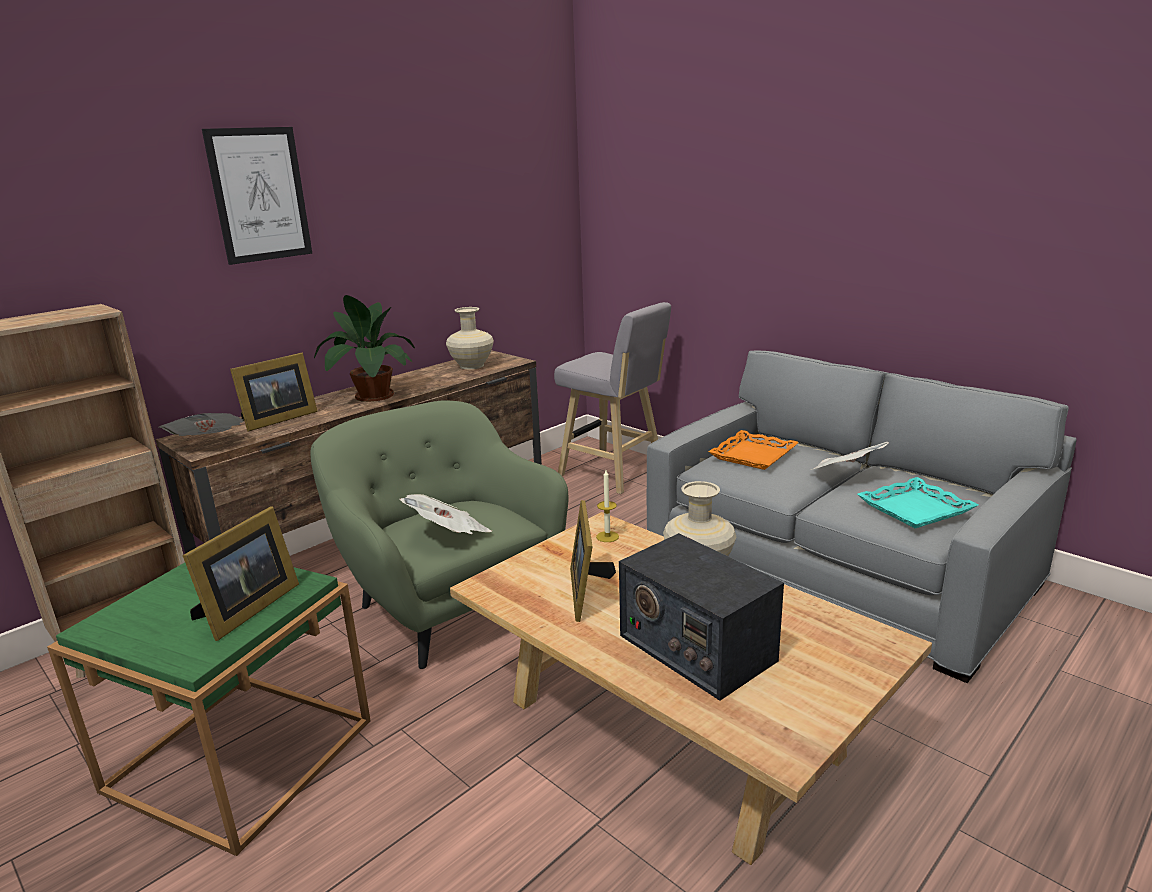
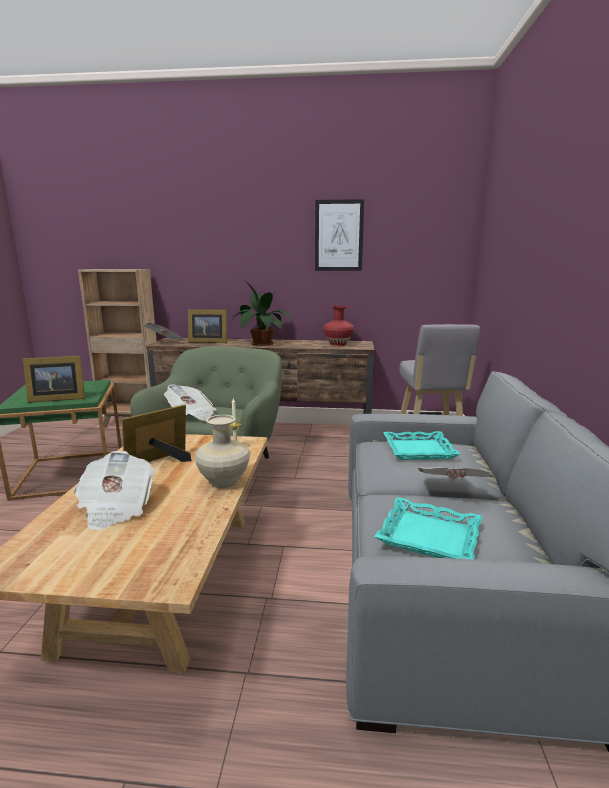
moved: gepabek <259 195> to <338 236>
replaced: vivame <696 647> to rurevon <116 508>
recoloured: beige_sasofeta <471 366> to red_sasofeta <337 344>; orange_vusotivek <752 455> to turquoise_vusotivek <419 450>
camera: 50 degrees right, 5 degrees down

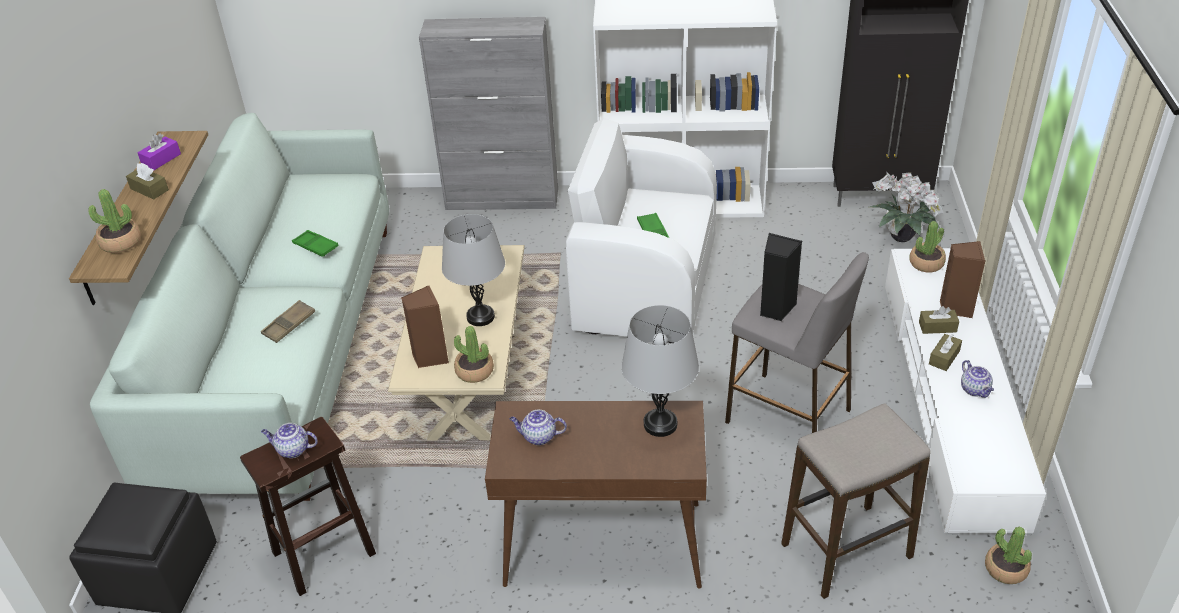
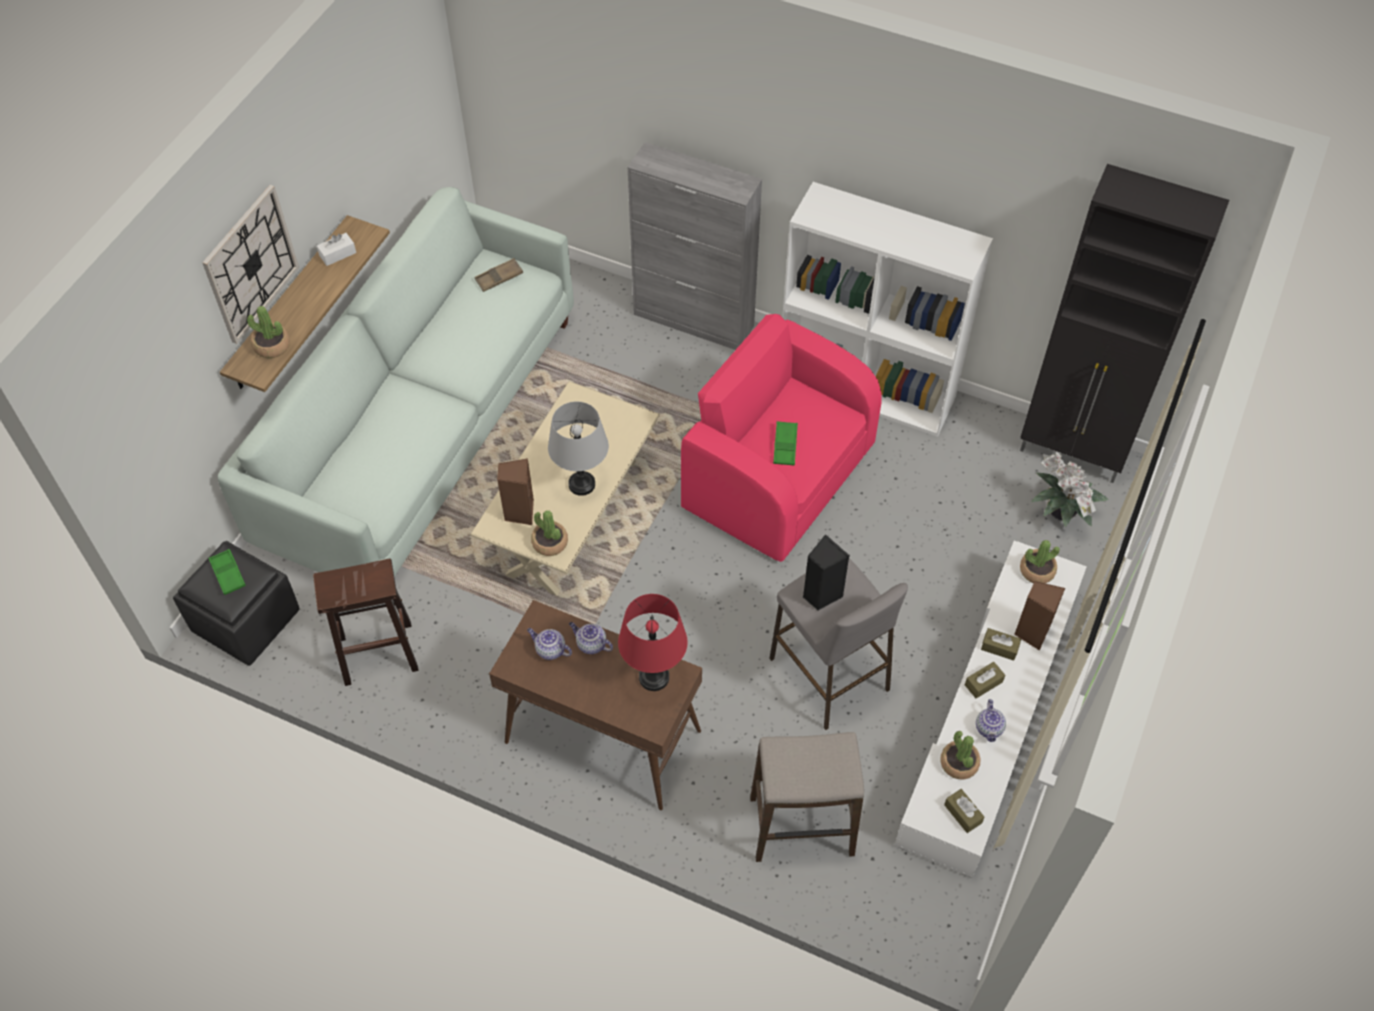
added: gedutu <250 264>
moved: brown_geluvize <149 189> to <963 814>; brown_vusotivek <289 325> to <499 277>; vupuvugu <292 450> to <590 644>; green_vusotivek <315 246> to <228 574>; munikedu <1005 569> to <959 763>
recoloured: purple_geluvize <161 159> to white_geluvize <337 254>; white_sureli <644 283> to pink_sureli <778 475>; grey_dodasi <660 424> to red_dodasi <654 677>
camera: 20 degrees right, 15 degrees up

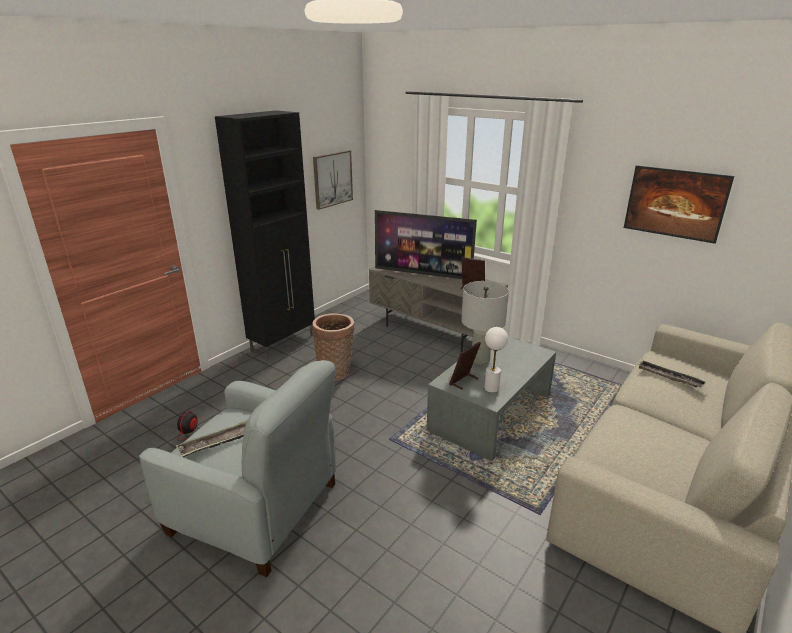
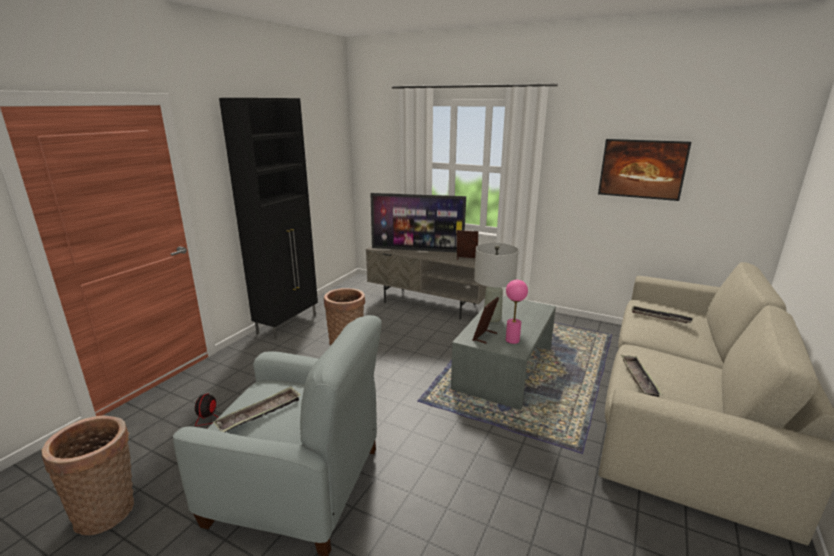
removed: gepabek <332 179>
added: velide <109 510>; vusotivek <639 378>
recoloured: white_dodasi <491 388> to pink_dodasi <512 340>
camera: 10 degrees left, 5 degrees down

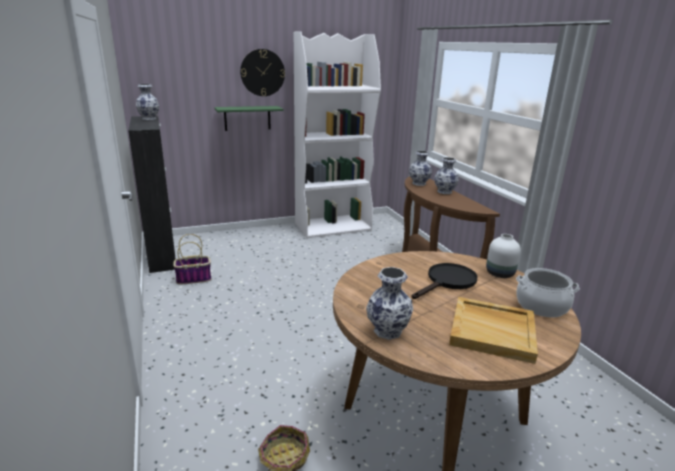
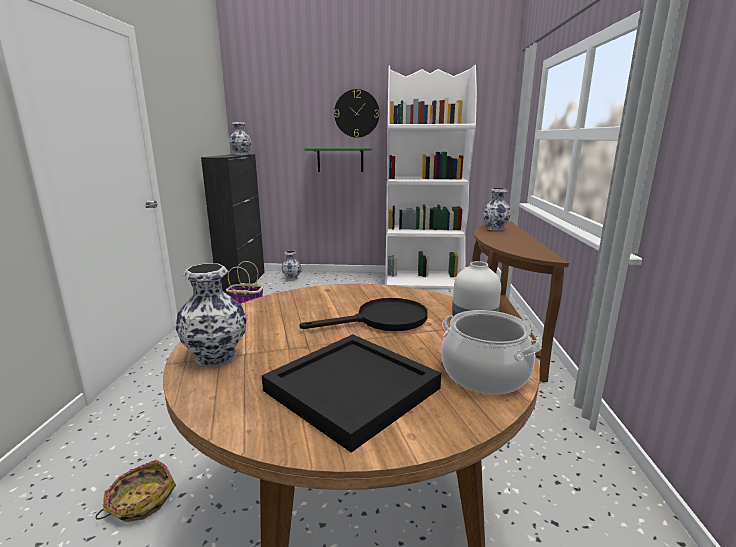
moved: sasofeta <444 192> to <291 278>
recoloured: beige_vusotivek <493 331> to black_vusotivek <354 389>
camera: 25 degrees right, 5 degrees down

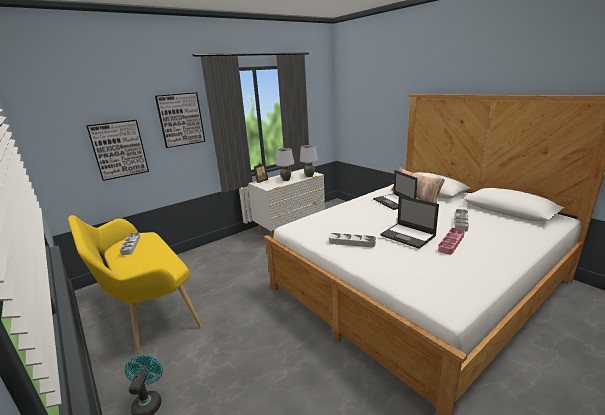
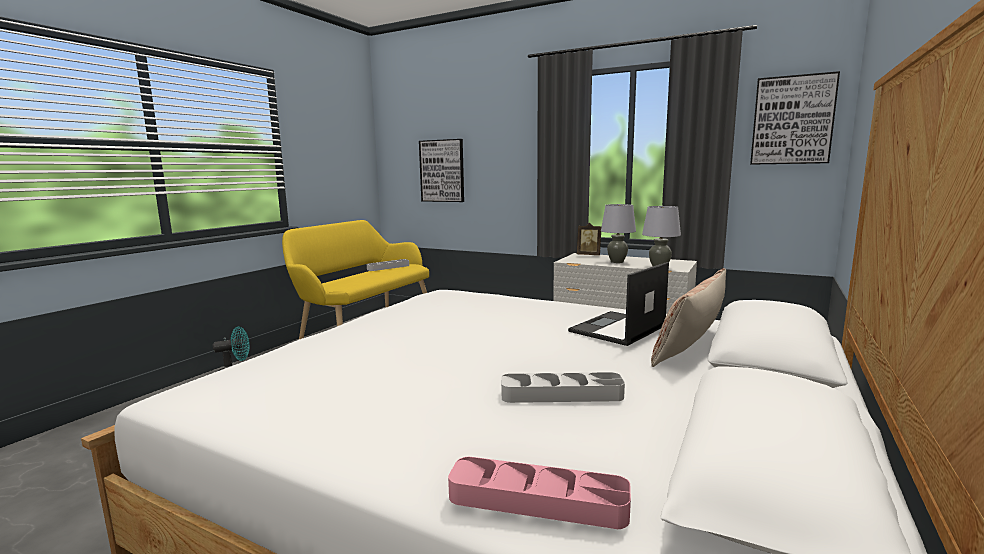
removed: grey_vusotivek <352 242>; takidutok <408 236>
moved: gepabek <180 119> to <792 120>; pink_vusotivek <451 243> to <537 500>
camera: 65 degrees right, 10 degrees down

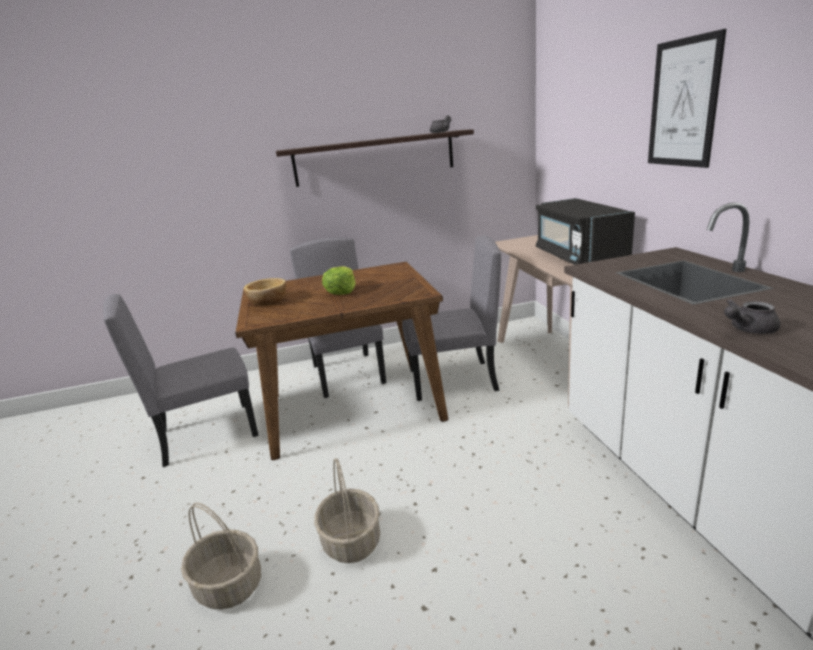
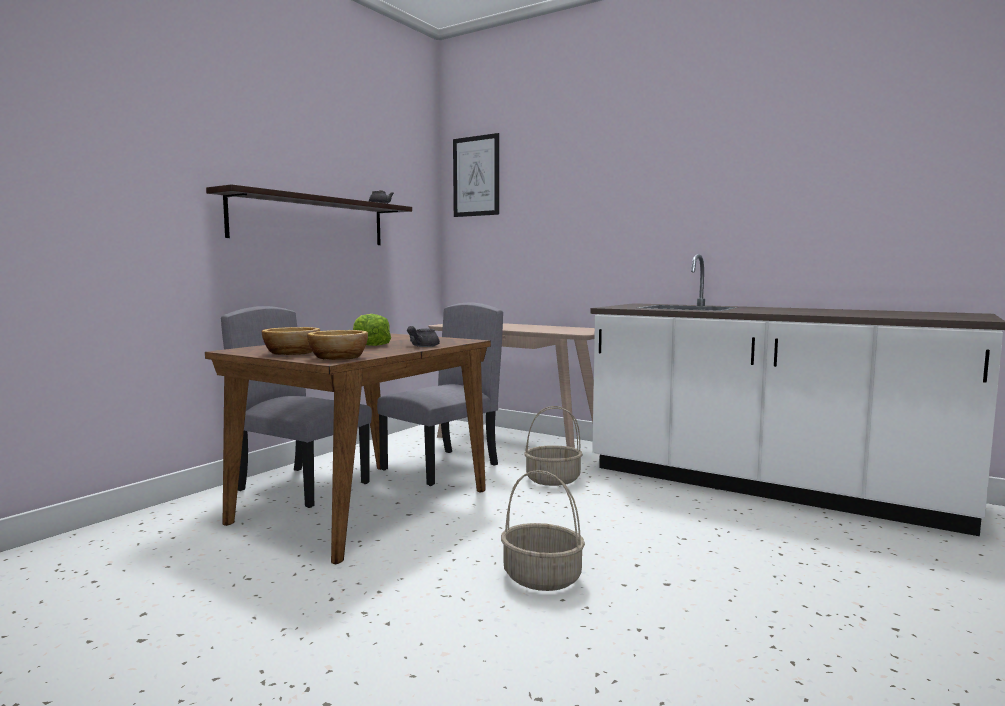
removed: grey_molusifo <208 433>; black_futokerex <579 258>
added: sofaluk <340 357>
moved: velide <229 585> to <553 480>; gepabek <683 103> to <476 176>; grey_vupuvugu <747 329> to <422 346>
camera: 45 degrees left, 15 degrees down

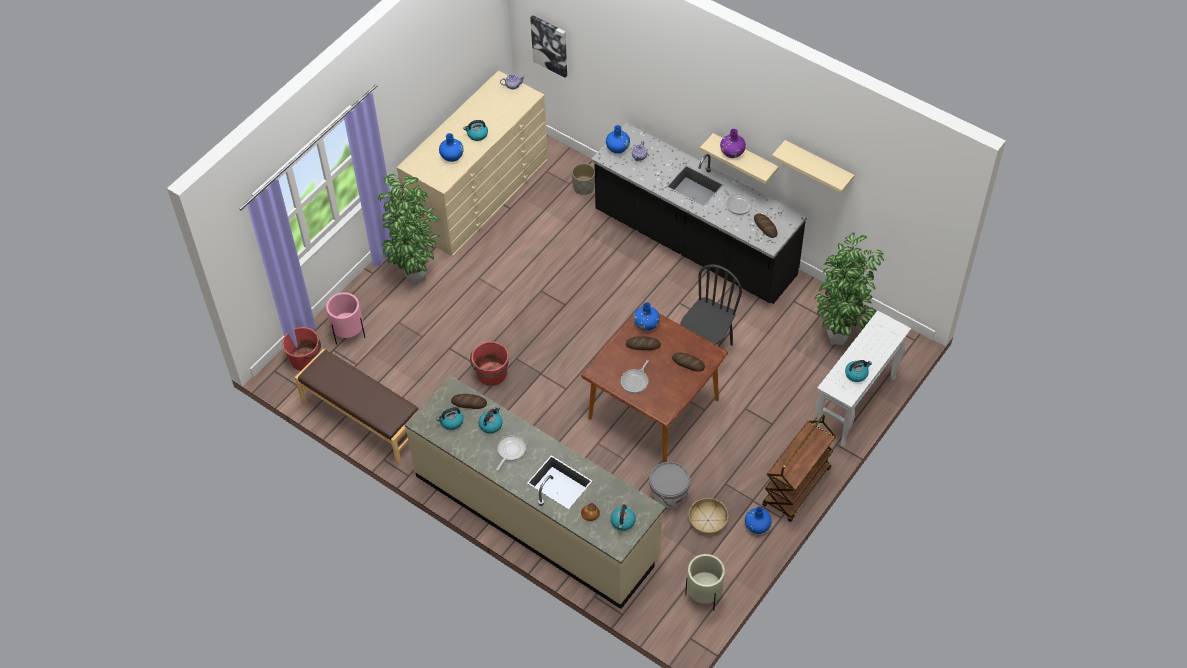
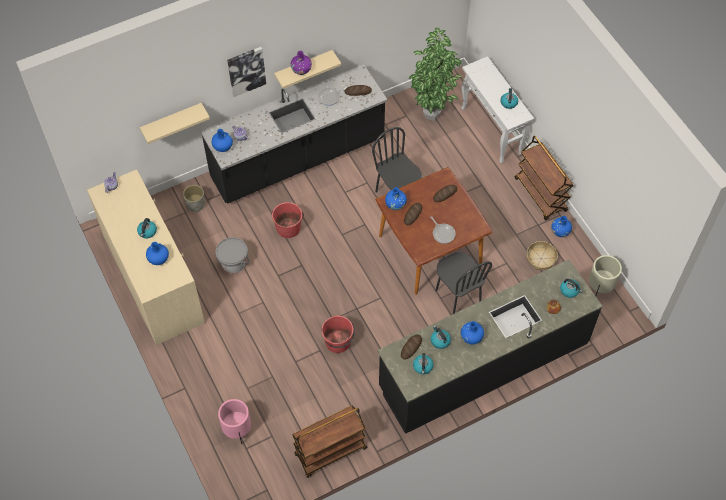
removed: munikedu <415 276>
added: black_molusifo <457 296>
moved: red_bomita <306 359> to <288 227>; gepabek <550 45> to <246 71>; grey_bomita <669 494> to <233 263>; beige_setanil <818 165> to <172 121>
replaced: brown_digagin <363 420> to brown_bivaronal <330 452>; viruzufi <510 451> to blue_sasofeta <471 337>
recoloured: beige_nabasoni <537 516> to black_nabasoni <483 364>
camera: 65 degrees left, 5 degrees up

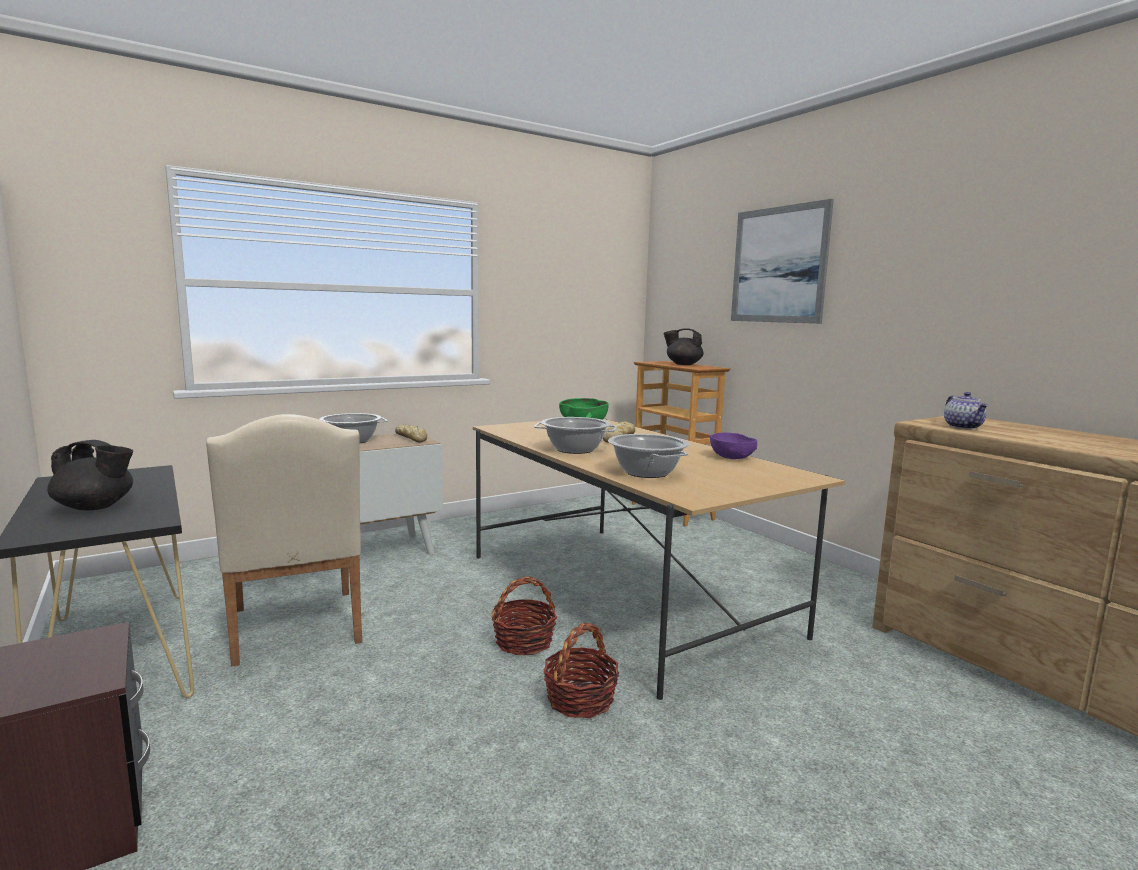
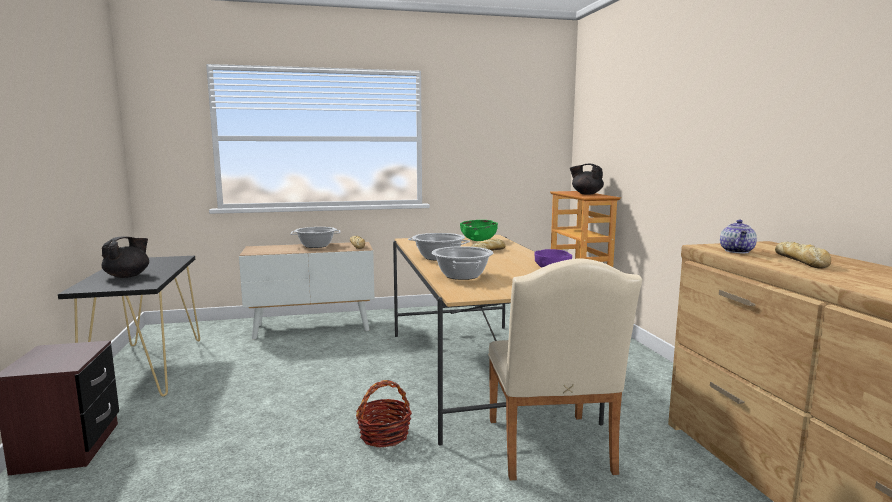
removed: velide <524 642>; gepabek <778 265>
added: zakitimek <801 261>
moved: beige_molusifo <296 630> to <550 450>
turned: black_vupuvugu <96 507> = <128 276> 90 degrees counterclockwise
camera: 20 degrees right, 0 degrees up

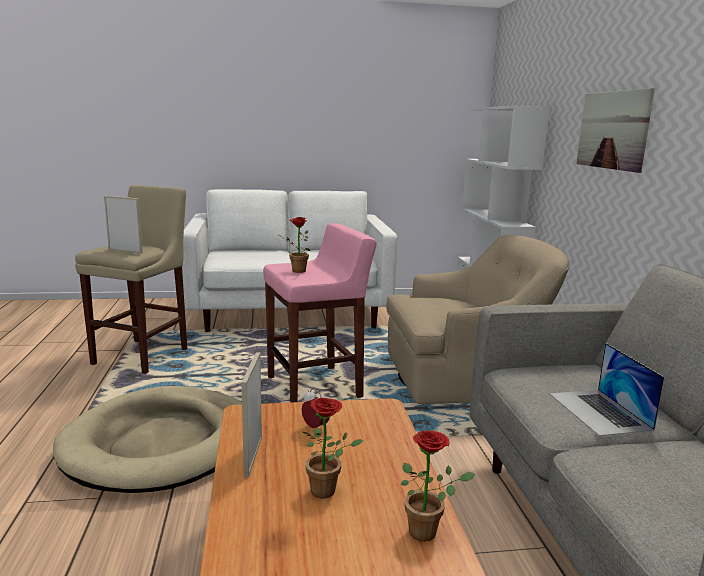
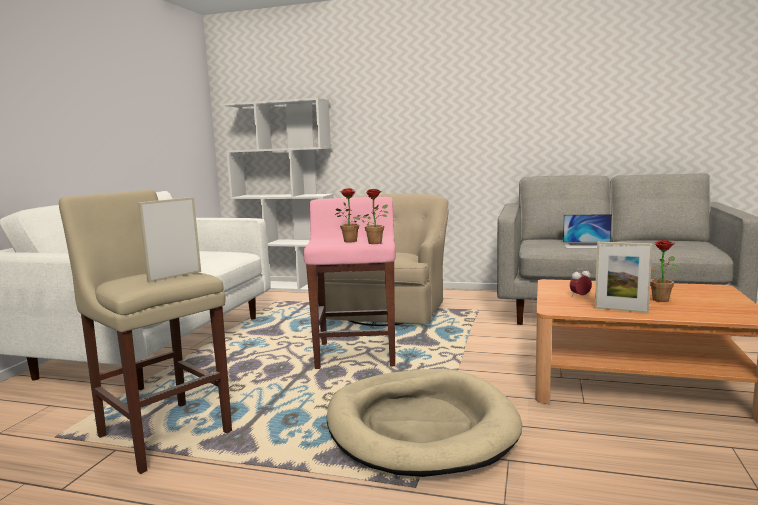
removed: gepabek <613 130>
moved: munikedu <428 532> to <376 242>
camera: 65 degrees left, 5 degrees down

